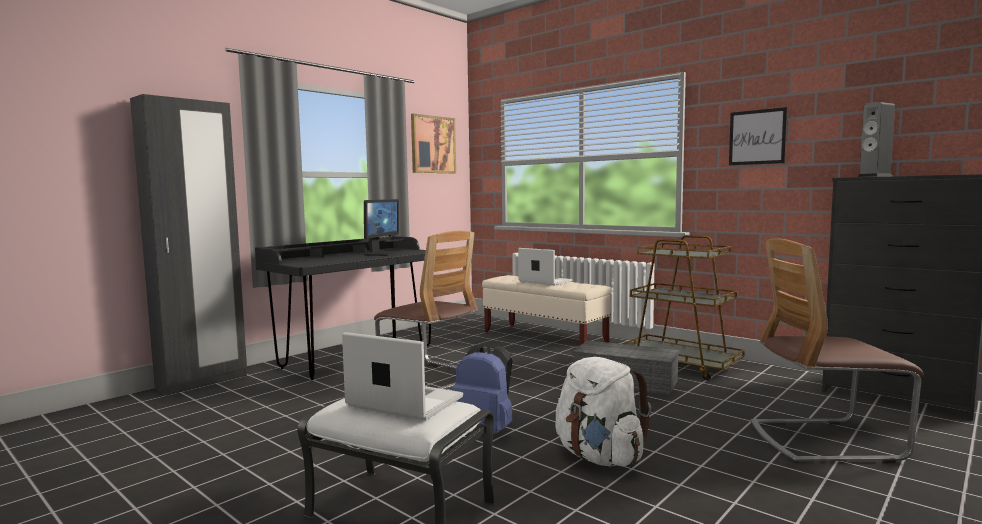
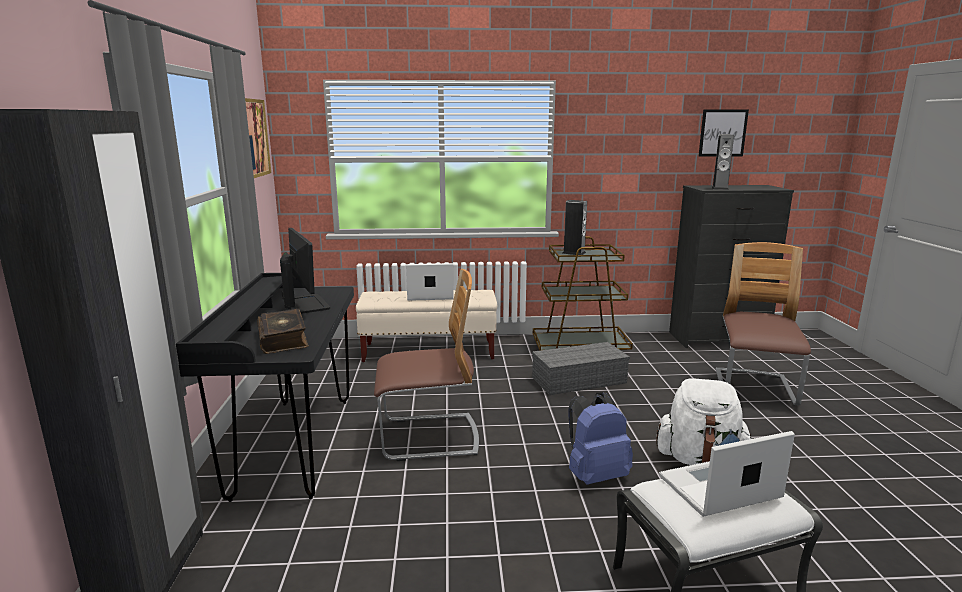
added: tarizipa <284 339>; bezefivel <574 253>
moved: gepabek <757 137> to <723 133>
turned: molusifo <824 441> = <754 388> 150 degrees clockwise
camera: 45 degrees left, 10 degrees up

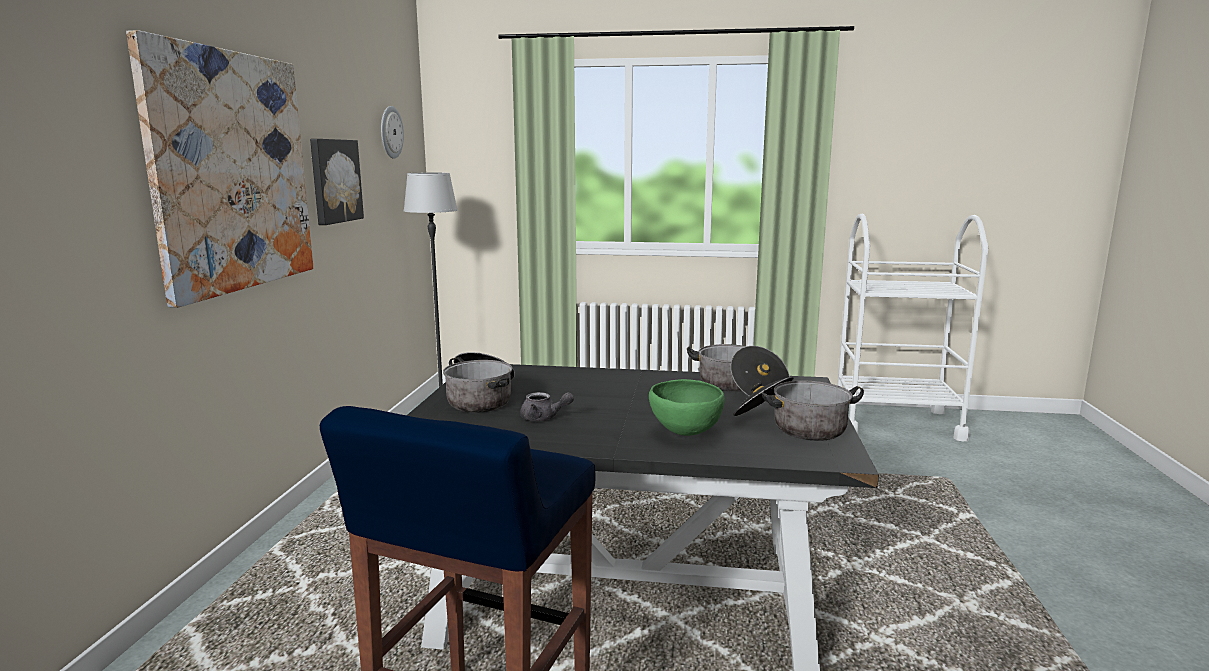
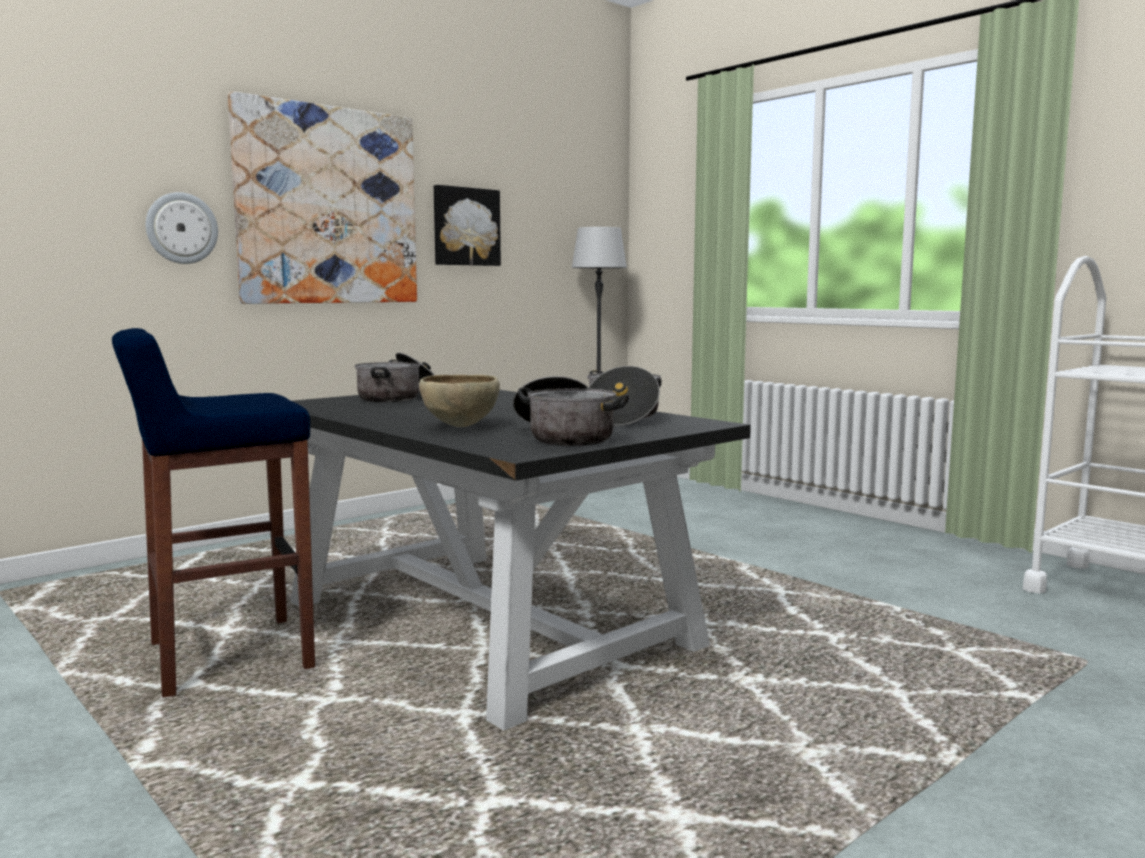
removed: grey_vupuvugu <544 418>
moved: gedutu <390 132> to <181 228>
recoloured: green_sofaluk <685 434> to brown_sofaluk <460 427>
camera: 40 degrees right, 5 degrees down

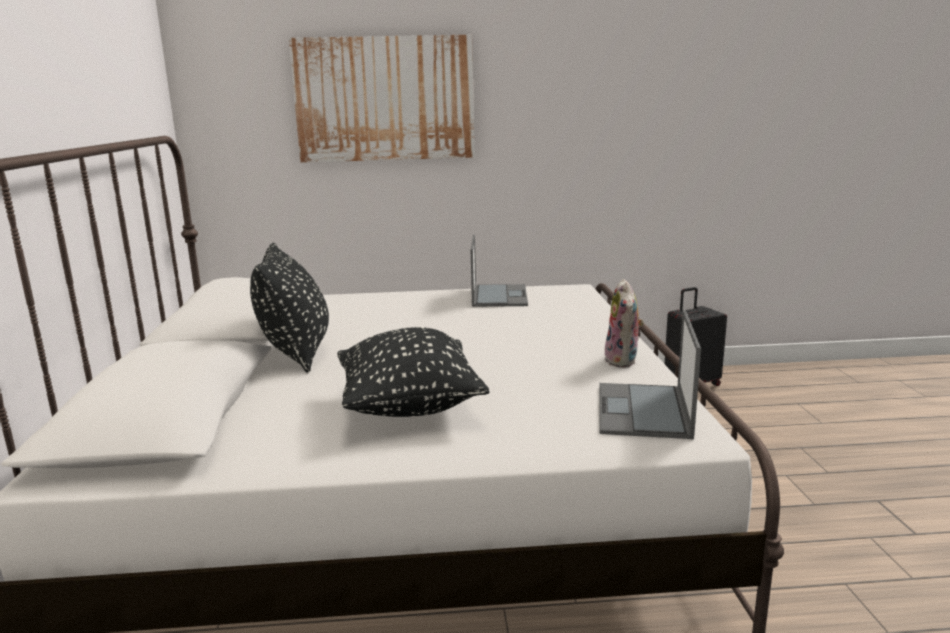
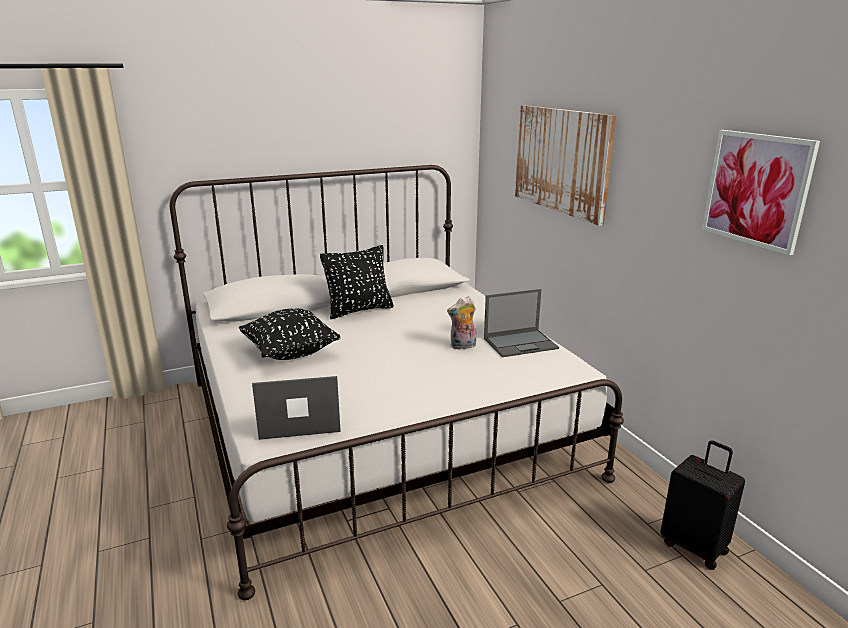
added: gepabek <756 189>
moved: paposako <623 361> to <463 346>
camera: 70 degrees right, 5 degrees up

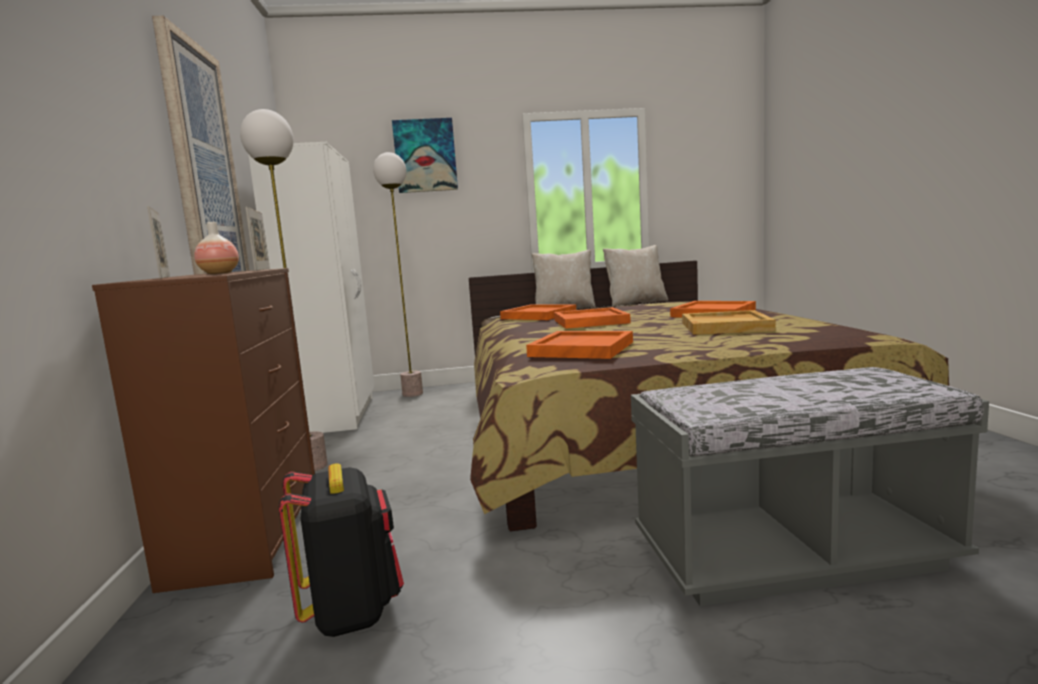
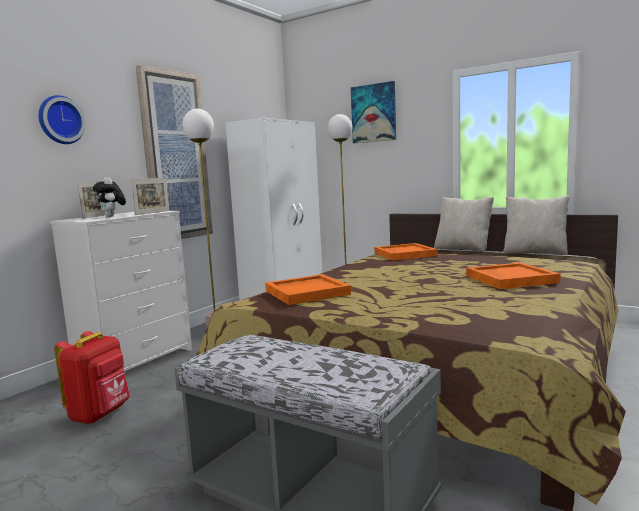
removed: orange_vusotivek <591 321>; beige_vusotivek <726 326>
added: gedutu <60 120>
replaced: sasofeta <219 273> to paposako <112 217>
recoloured: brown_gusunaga <248 534> to white_gusunaga <136 361>; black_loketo <352 611> to red_loketo <100 414>
camera: 40 degrees right, 0 degrees up

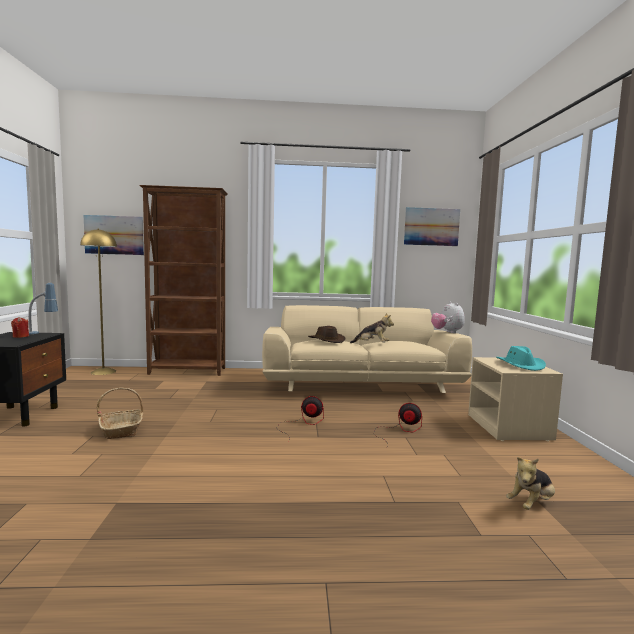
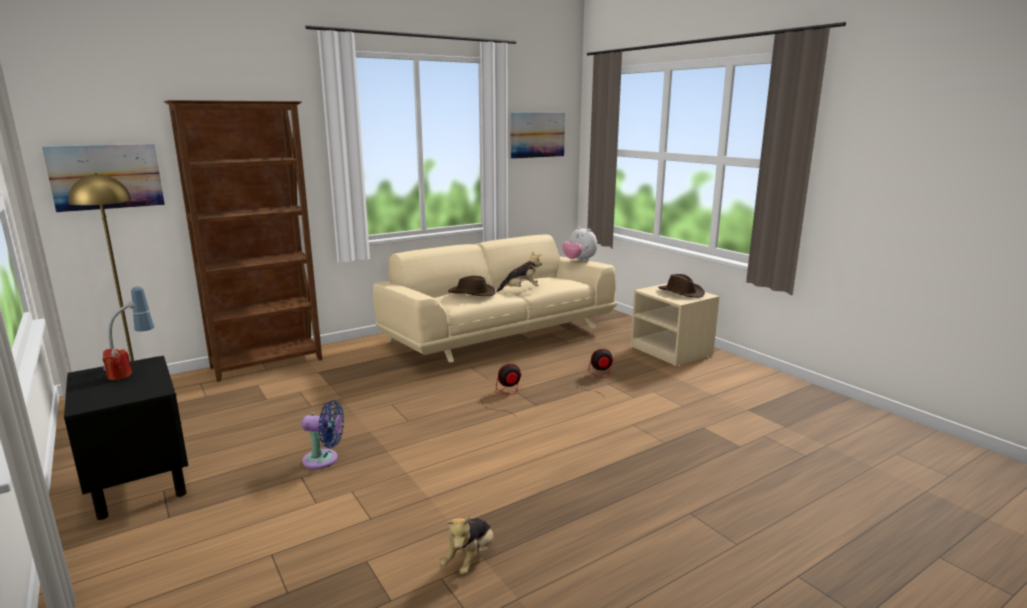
moved: paposako <531 504> to <470 558>
replaced: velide <122 430> to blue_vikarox <324 460>
recoloured: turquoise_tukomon <521 365> to brown_tukomon <681 292>
camera: 30 degrees left, 10 degrees up

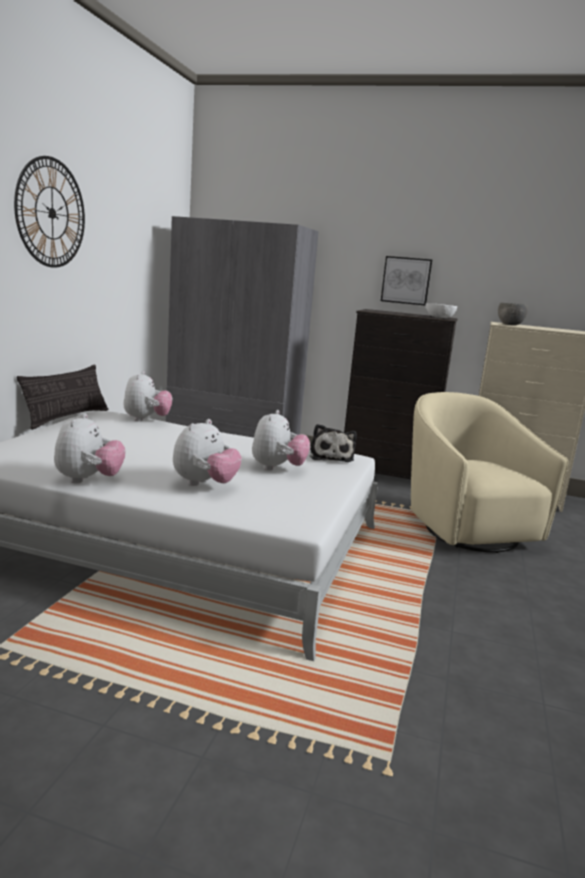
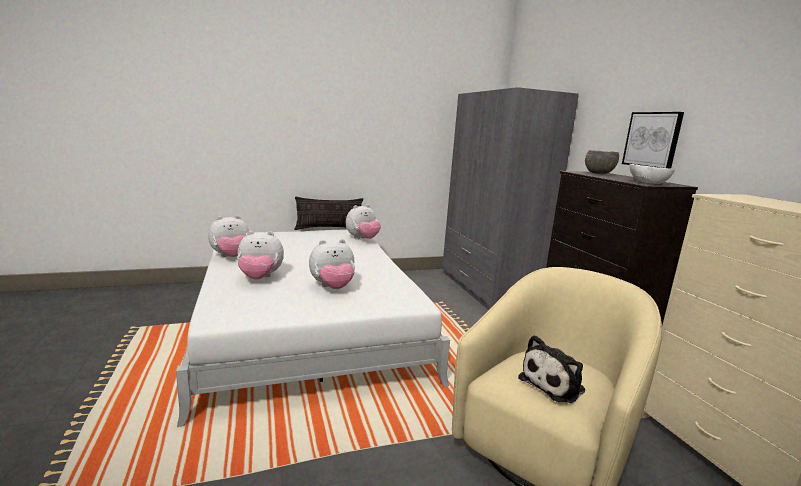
removed: gedutu <51 213>
moved: paposako <331 456> to <554 384>; grey_sofaluk <509 325> to <598 173>
camera: 55 degrees right, 0 degrees up

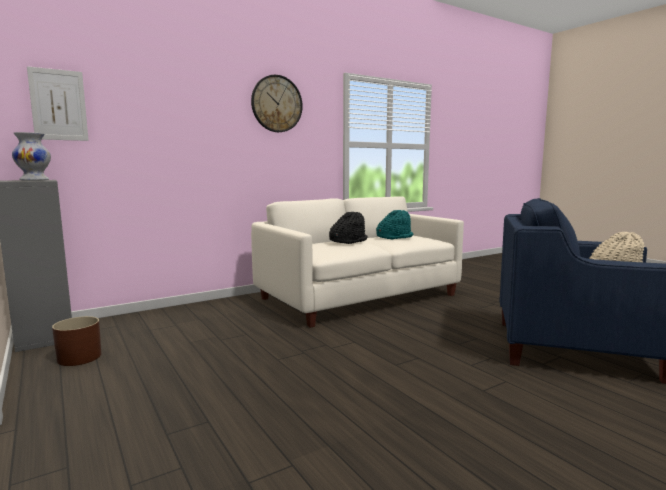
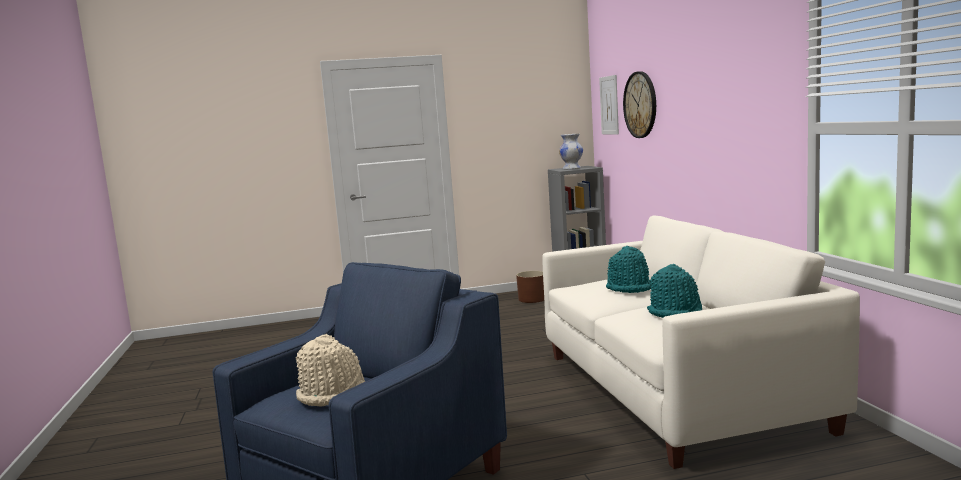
moved: gedutu <276 104> to <640 105>
recoloured: black_tukomon <348 241> to turquoise_tukomon <629 288>
camera: 110 degrees right, 0 degrees up

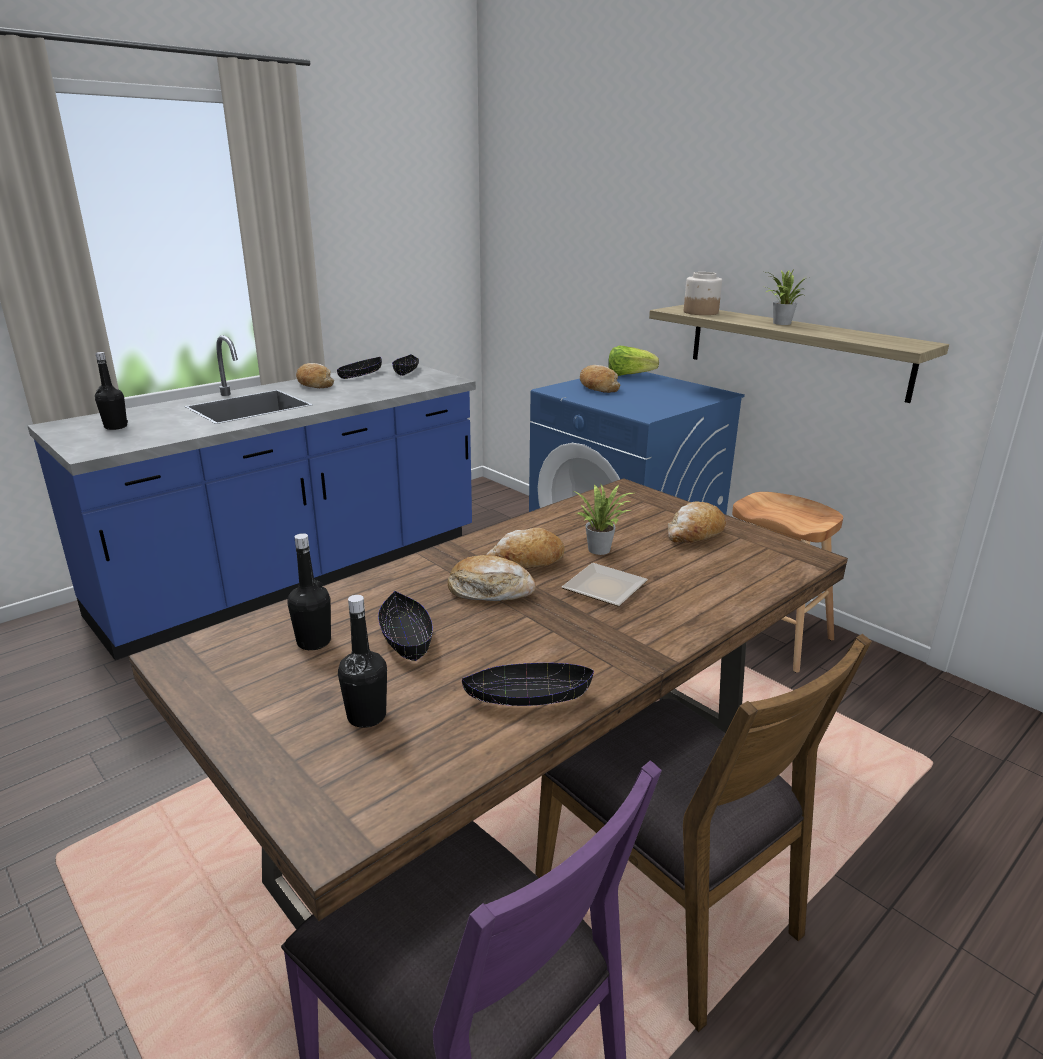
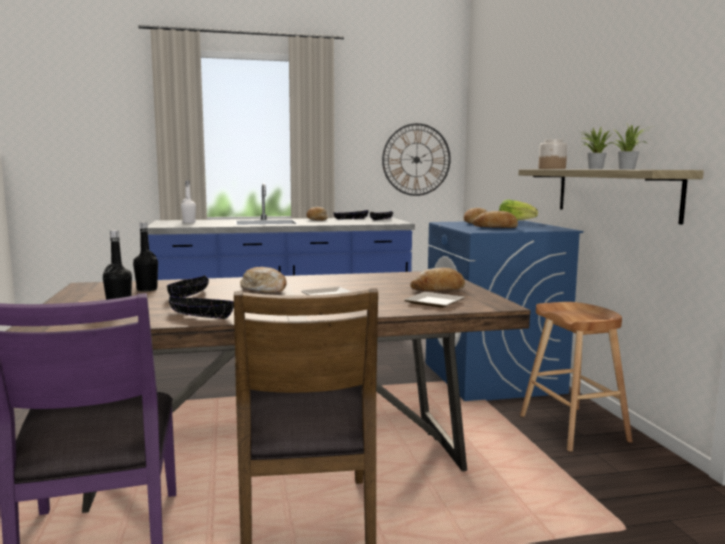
added: gedutu <416 159>; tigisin <435 303>
moved: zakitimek <526 562> to <495 228>; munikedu <601 549> to <628 169>
recoloured: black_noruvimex <116 427> to white_noruvimex <189 222>
camera: 30 degrees right, 15 degrees down

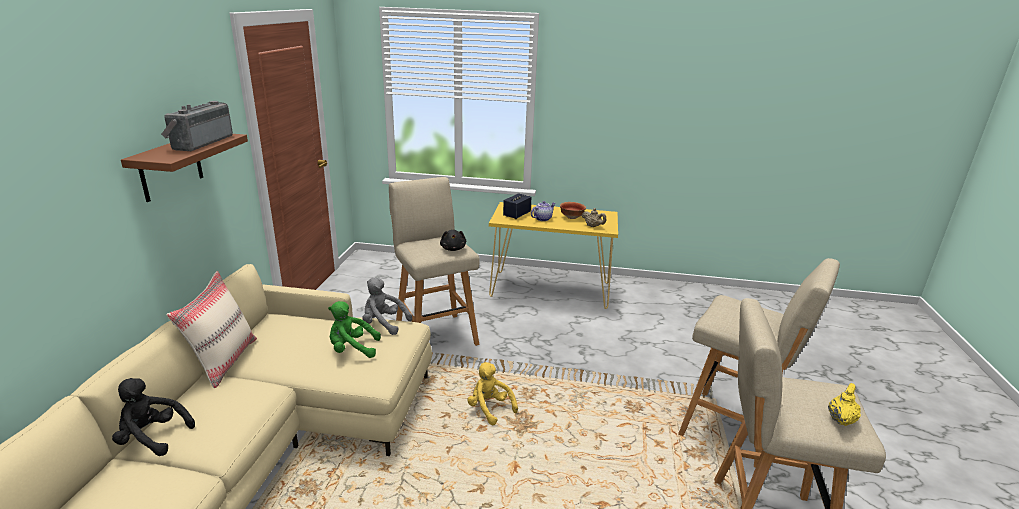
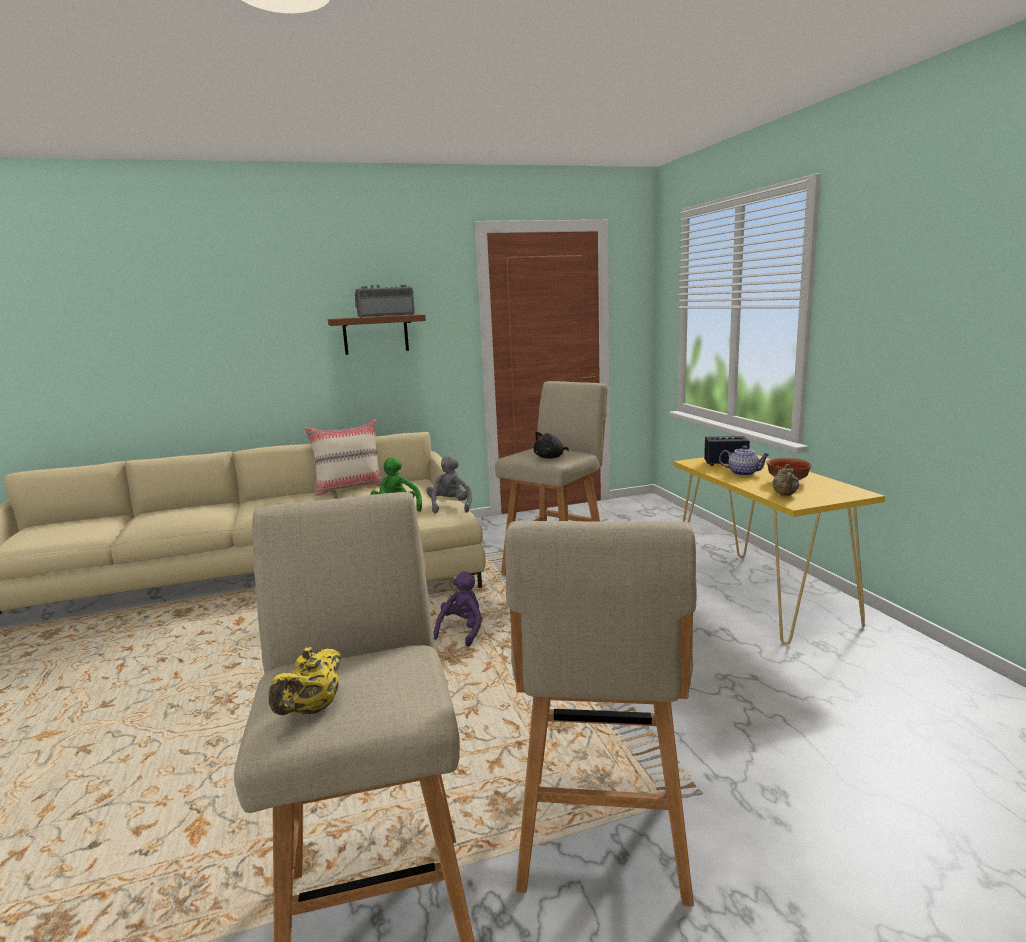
removed: black_paposako <152 437>
recoloured: yellow_paposako <489 408> to purple_paposako <462 631>
turned: yellow_vupuvugu <841 419> = <312 709> 105 degrees clockwise
camera: 65 degrees right, 10 degrees down

